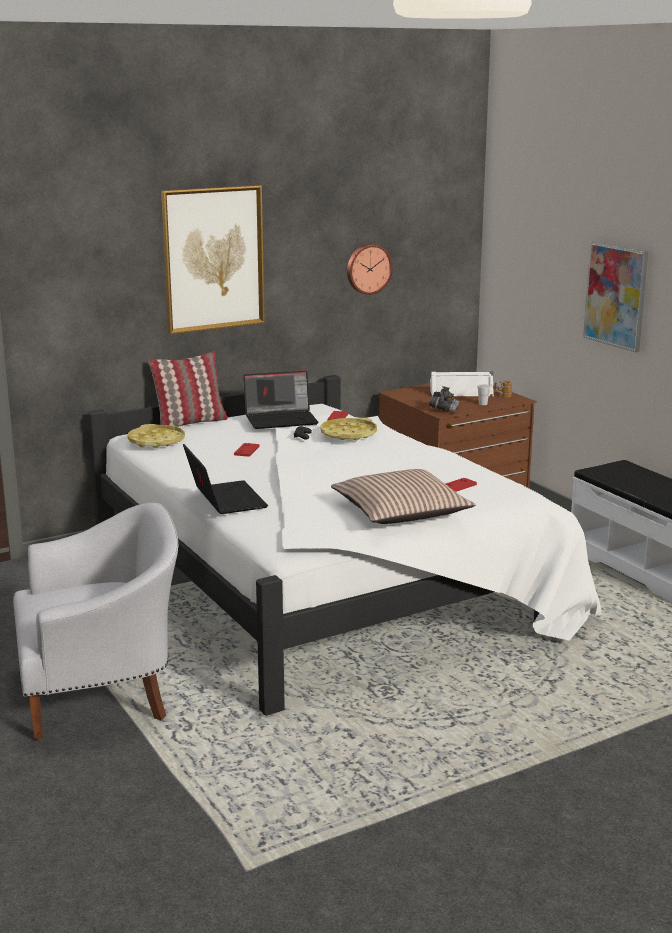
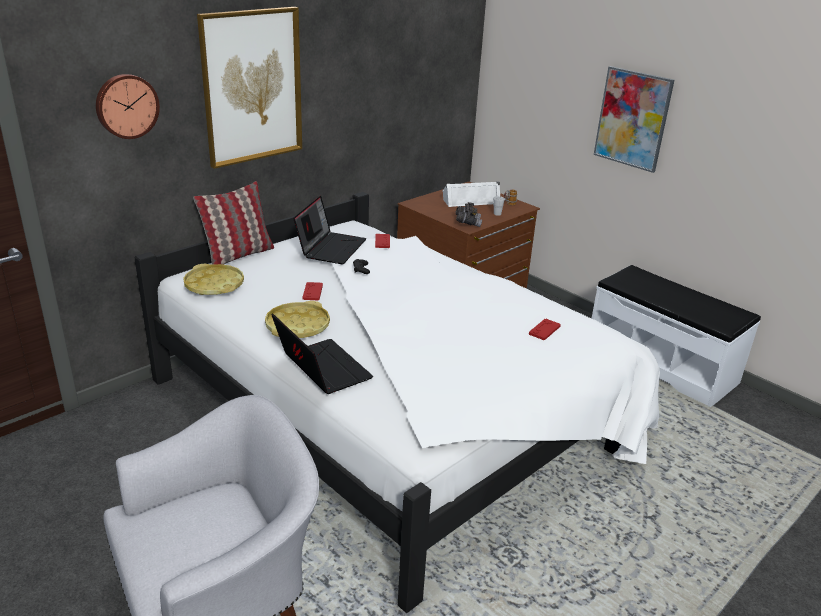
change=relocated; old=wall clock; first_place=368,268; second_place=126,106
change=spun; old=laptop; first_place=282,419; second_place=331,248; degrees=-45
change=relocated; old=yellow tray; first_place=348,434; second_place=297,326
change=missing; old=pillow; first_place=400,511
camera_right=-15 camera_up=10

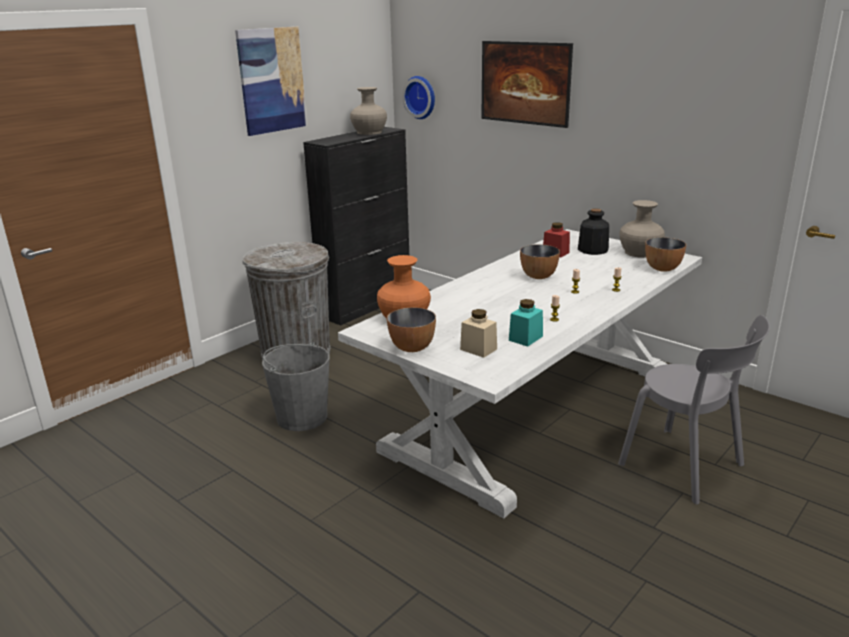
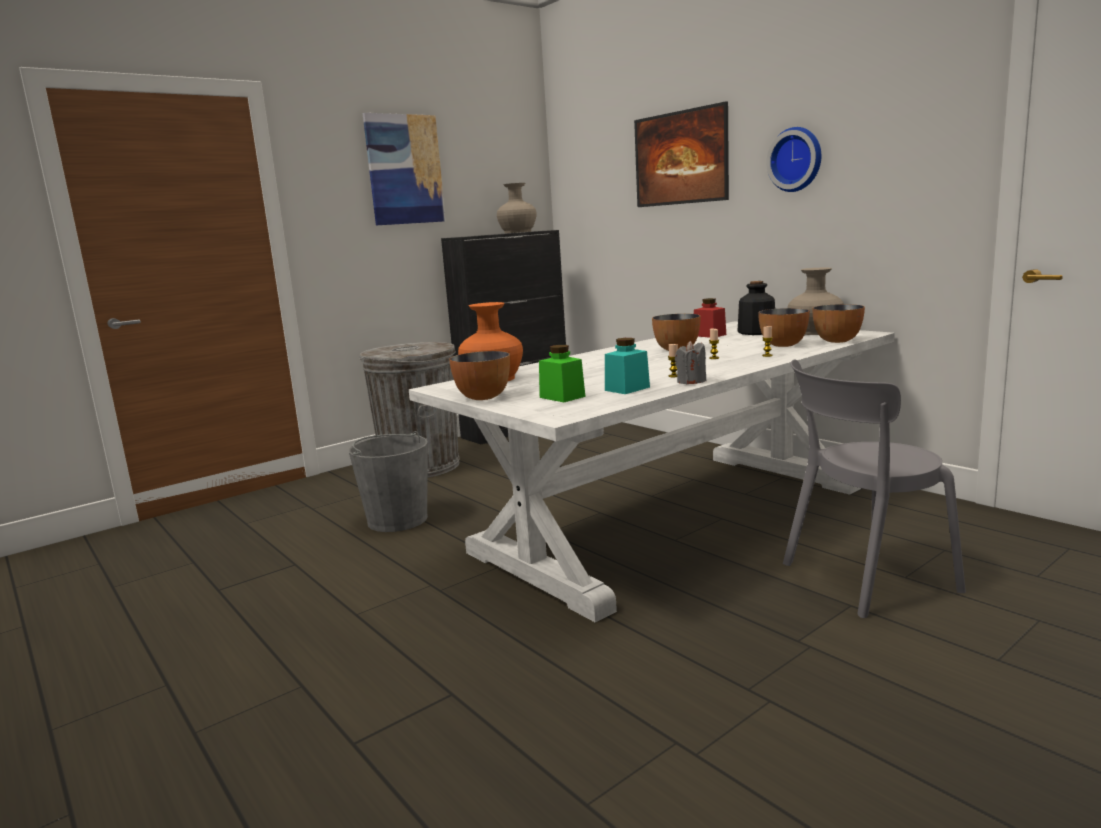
change=relocated; old=wall clock; first_place=421,97; second_place=796,159
change=colour; old=beige jar; new=green jar; first_place=478,349; second_place=562,397
change=spun; old=grey chair; first_place=686,467; second_place=862,578; degrees=105
change=appeared; new=bowl; second_place=783,345
change=appeared; new=grey candle; second_place=691,381
camera_right=10 camera_up=-10

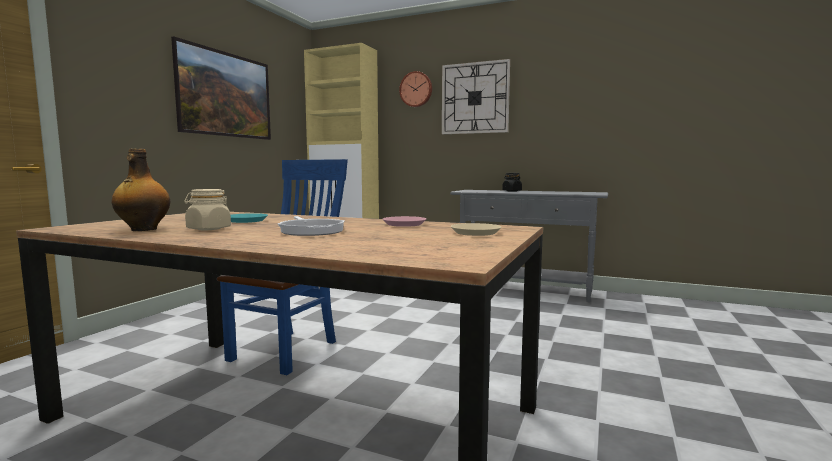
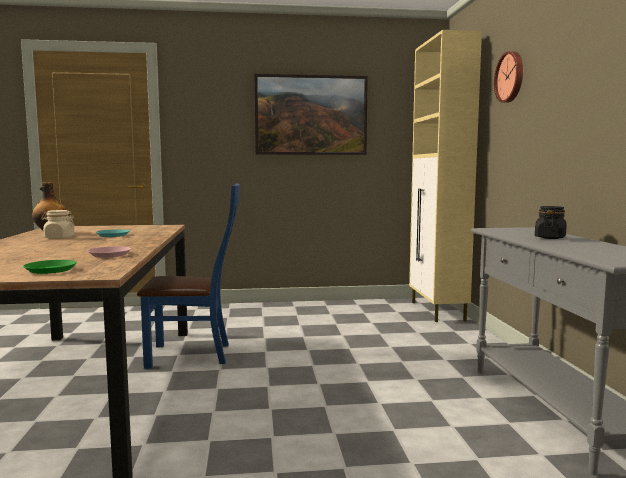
change=missing; old=wall clock; first_place=475,98
change=missing; old=frying pan; first_place=311,231
change=colour; old=beige plate; new=green plate; first_place=475,233; second_place=51,270
camera_right=60 camera_up=0

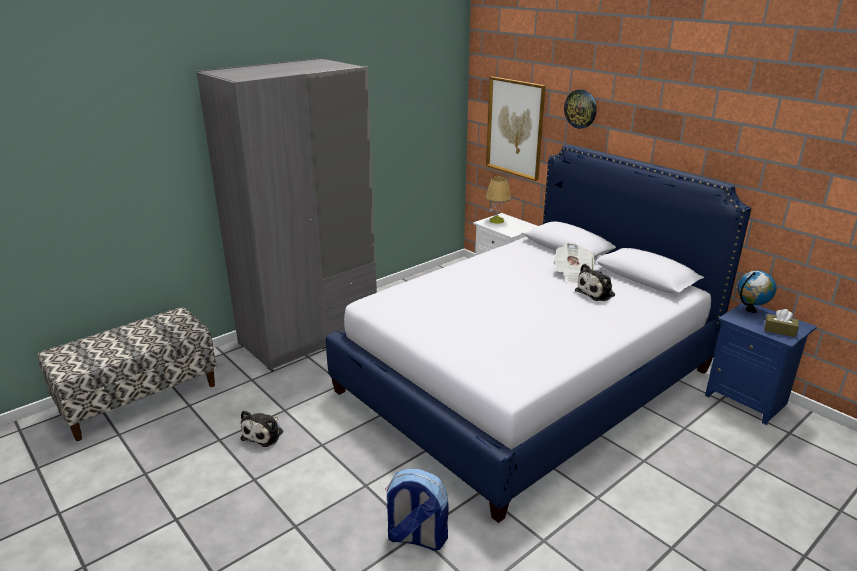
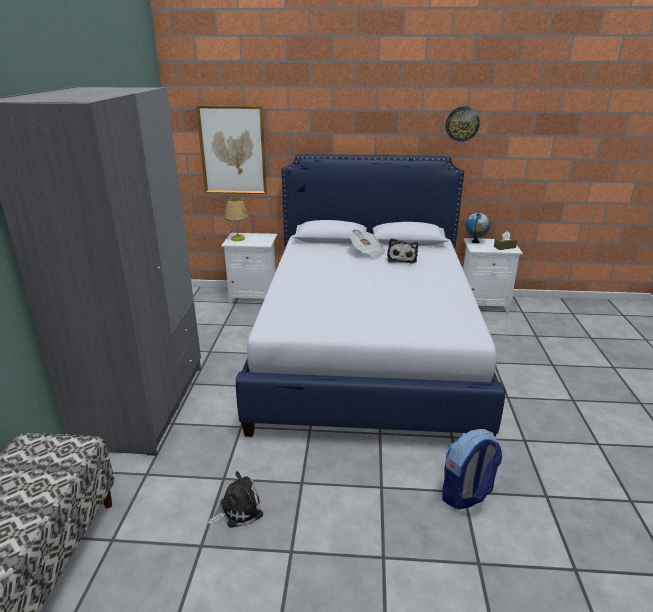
change=relocated; old=wall clock; first_place=580,109; second_place=462,124
change=colour; old=blue nightstand; new=white nightstand; first_place=747,399; second_place=483,304
change=spun; old=plush toy; first_place=264,434; second_place=238,509; degrees=-90
camera_right=-45 camera_up=0

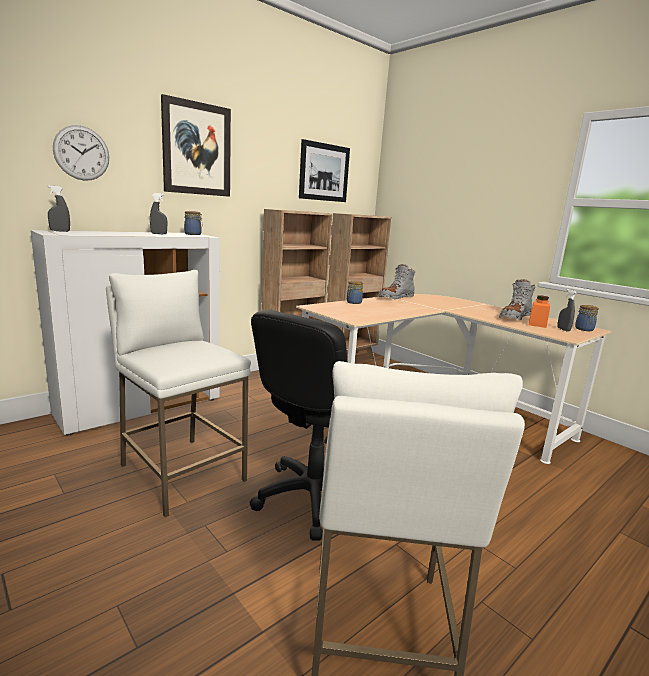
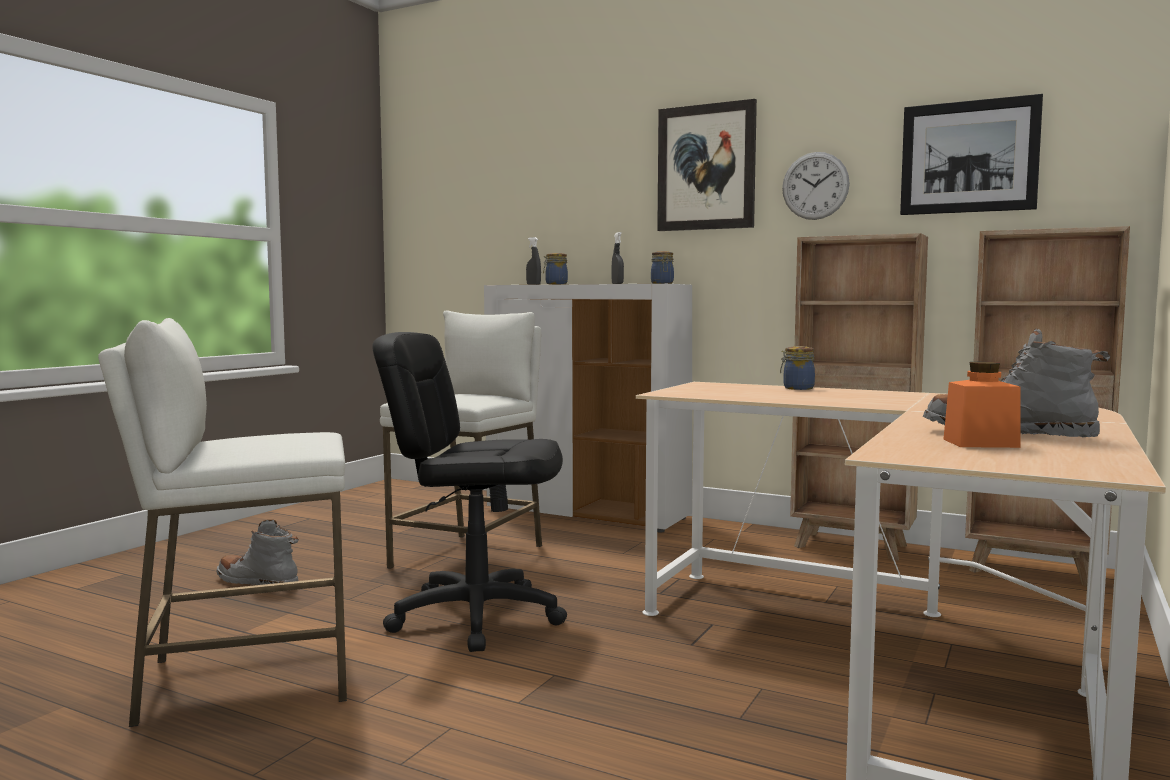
change=relocated; old=wall clock; first_place=81,153; second_place=815,186
change=relocated; old=grey boot; first_place=396,298; second_place=258,583
change=missing; old=grey spray bottle; first_place=563,330
change=relocated; old=jar; first_place=584,329; second_place=555,284
camera_right=70 camera_up=-10

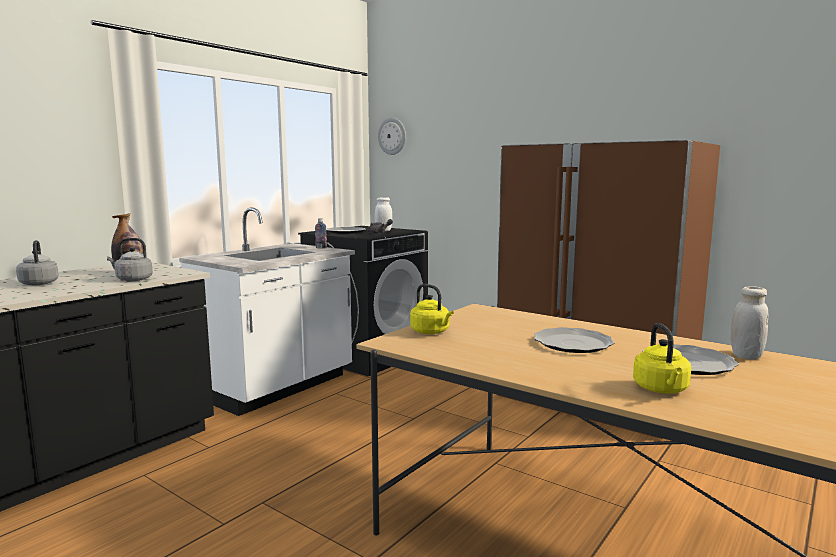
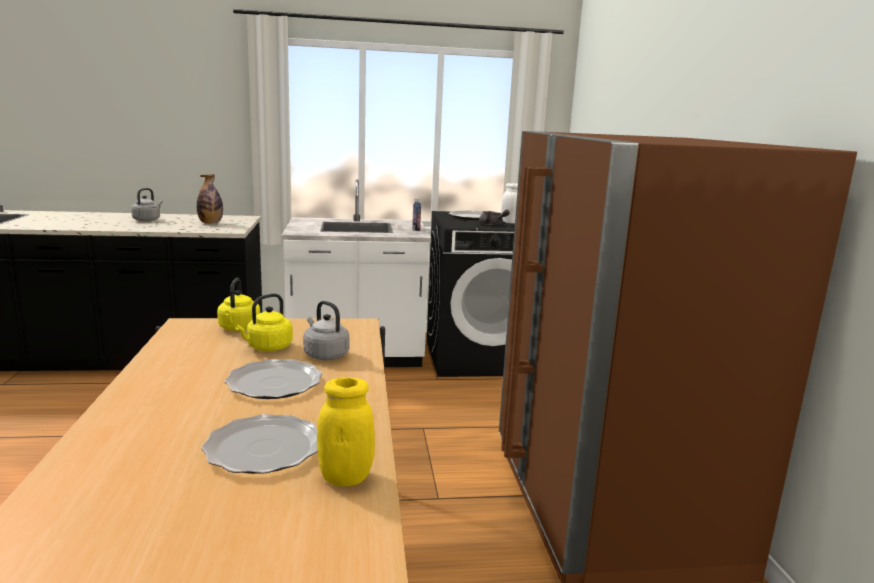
change=missing; old=wall clock; first_place=392,136
change=relocated; old=grey kettle; first_place=132,279; second_place=325,355
change=colour; old=white jar; new=yellow jar; first_place=746,356; second_place=345,477
change=relocated; old=yellow kettle; first_place=661,390; second_place=267,348
camera_right=45 camera_up=5

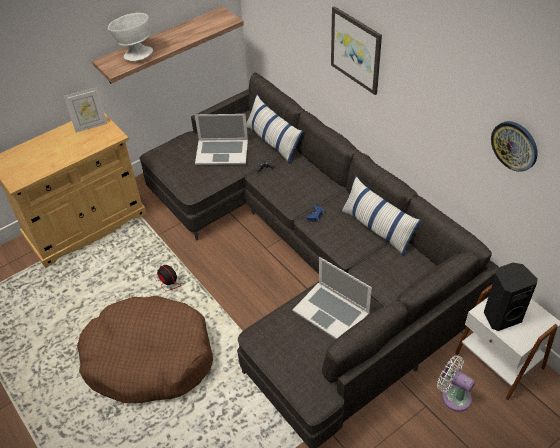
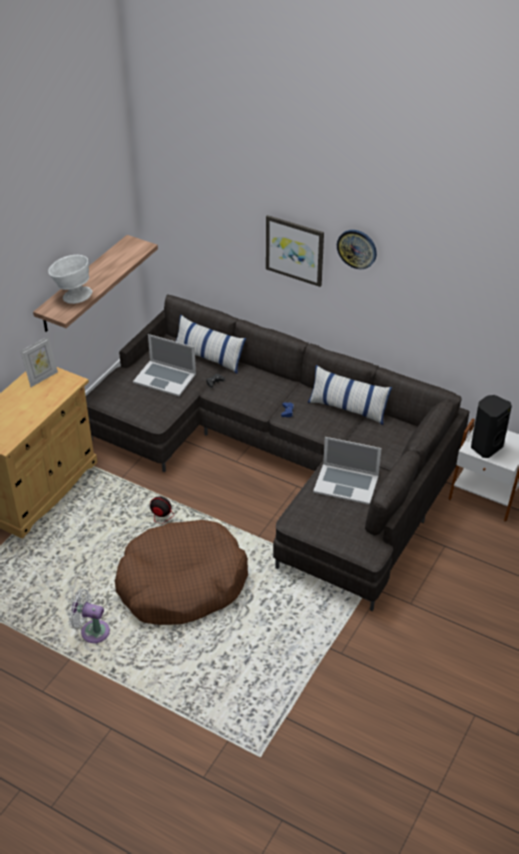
change=spun; old=laptop; first_place=222,151; second_place=165,378; degrees=45
change=relocated; old=wall clock; first_place=514,145; second_place=357,248
change=relocated; old=white fan; first_place=453,396; second_place=92,631
camera_right=-25 camera_up=-5

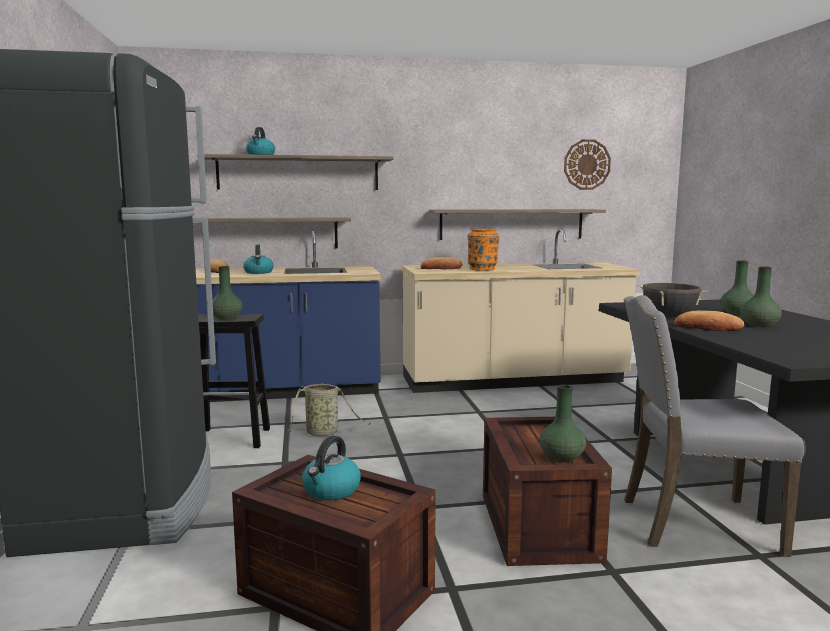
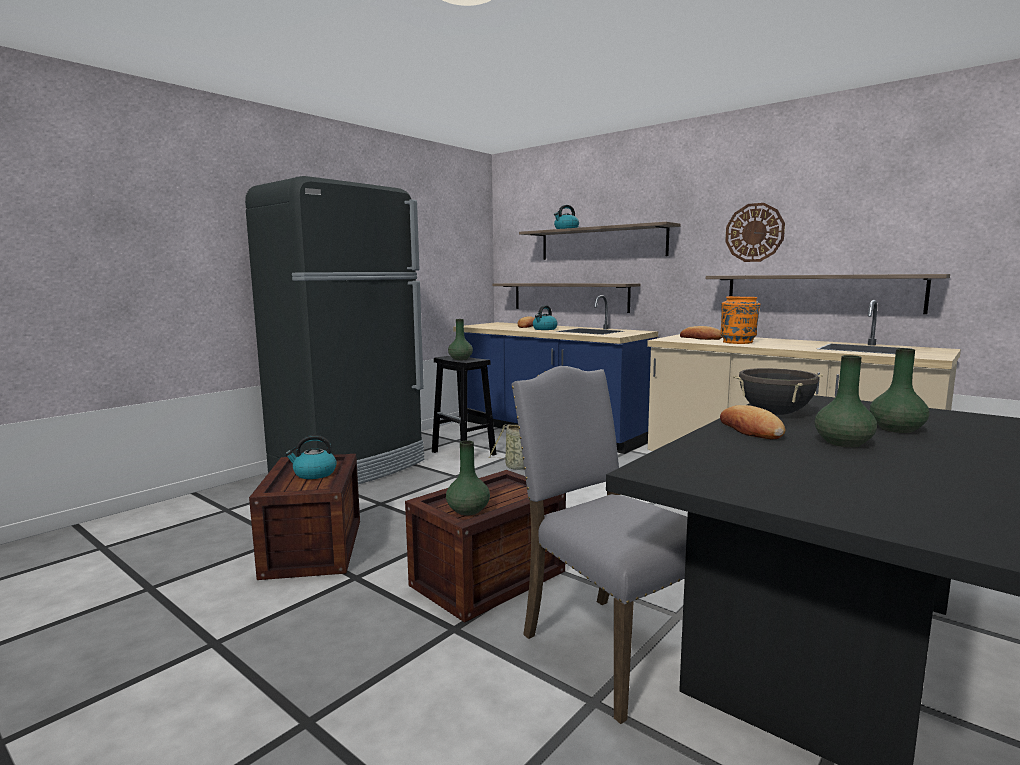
change=relocated; old=wall clock; first_place=586,164; second_place=754,232
camera_right=50 camera_up=0

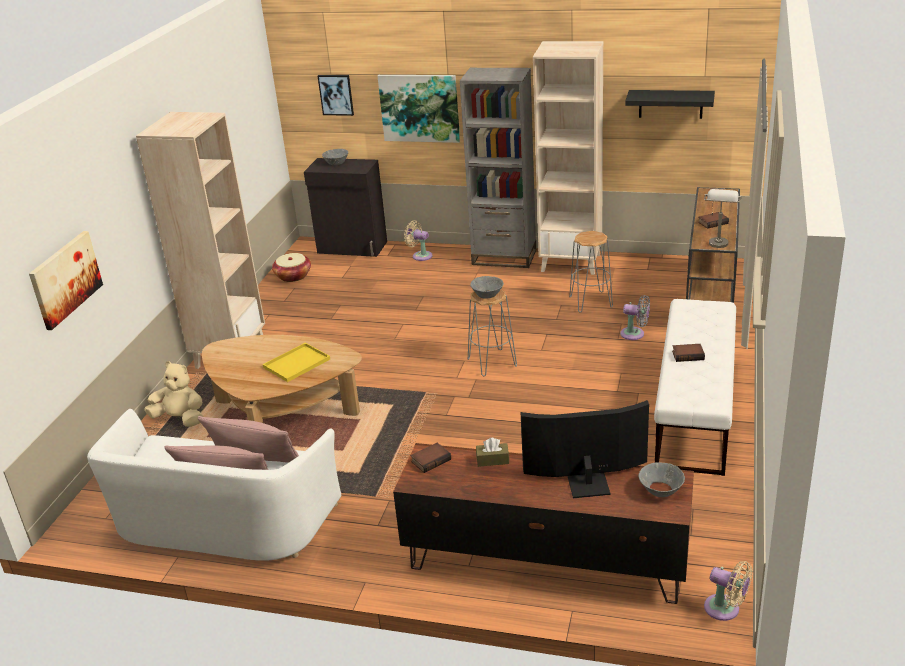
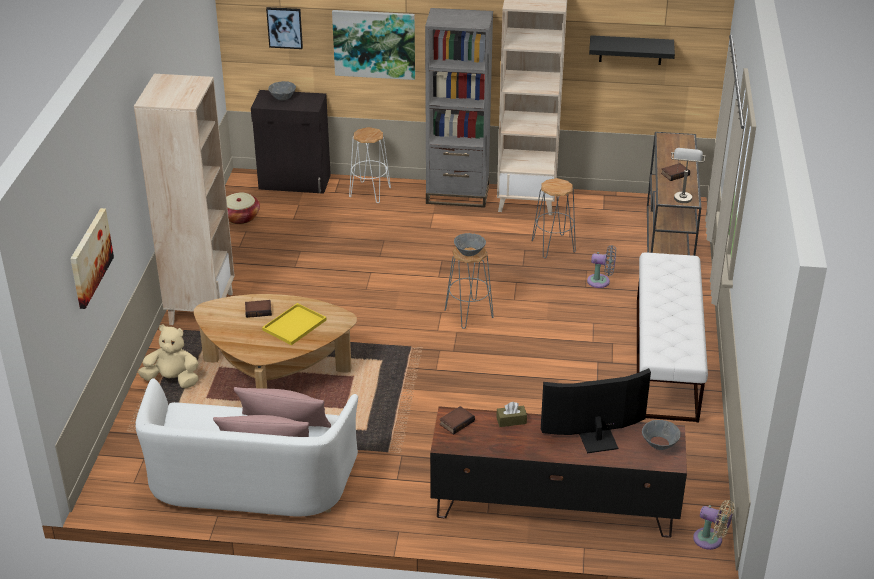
change=exchanged; old=beige fan; new=white stool; first_place=420,256; second_place=370,192
change=relocated; old=book; first_place=688,355; second_place=259,310
camera_right=-10 camera_up=5

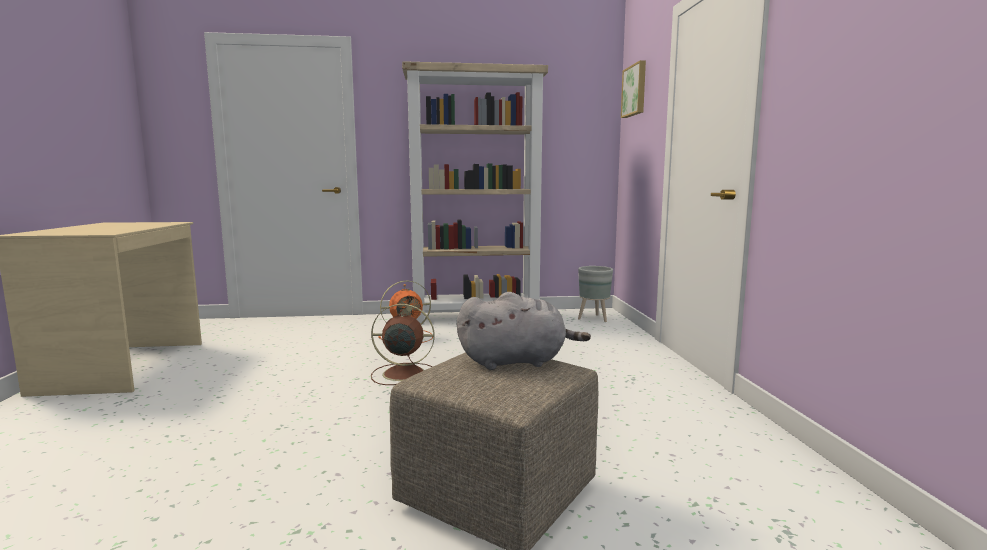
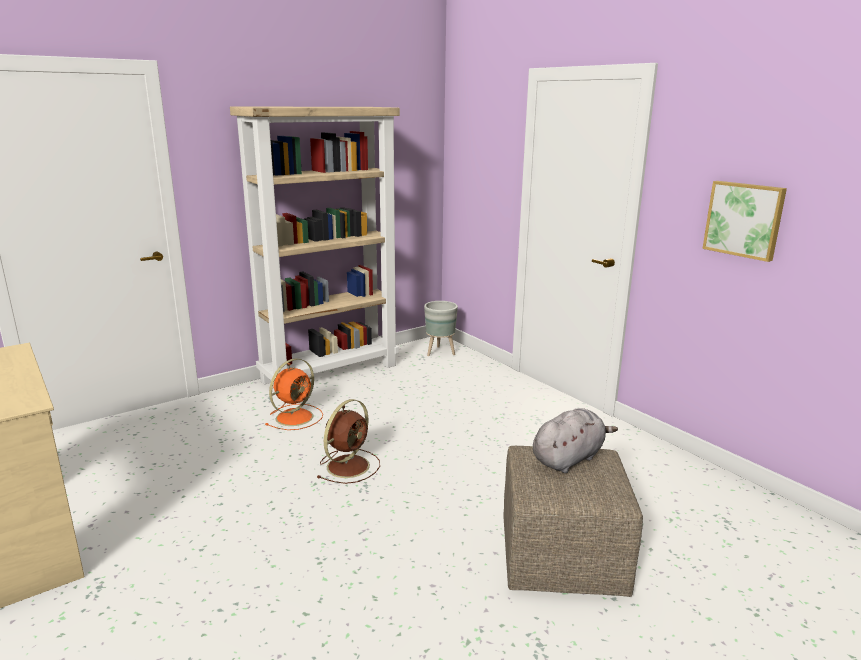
change=relocated; old=picture; first_place=635,90; second_place=744,219
change=spun; old=brown fan; first_place=402,373; second_place=349,465; degrees=150
camera_right=-30 camera_up=10

